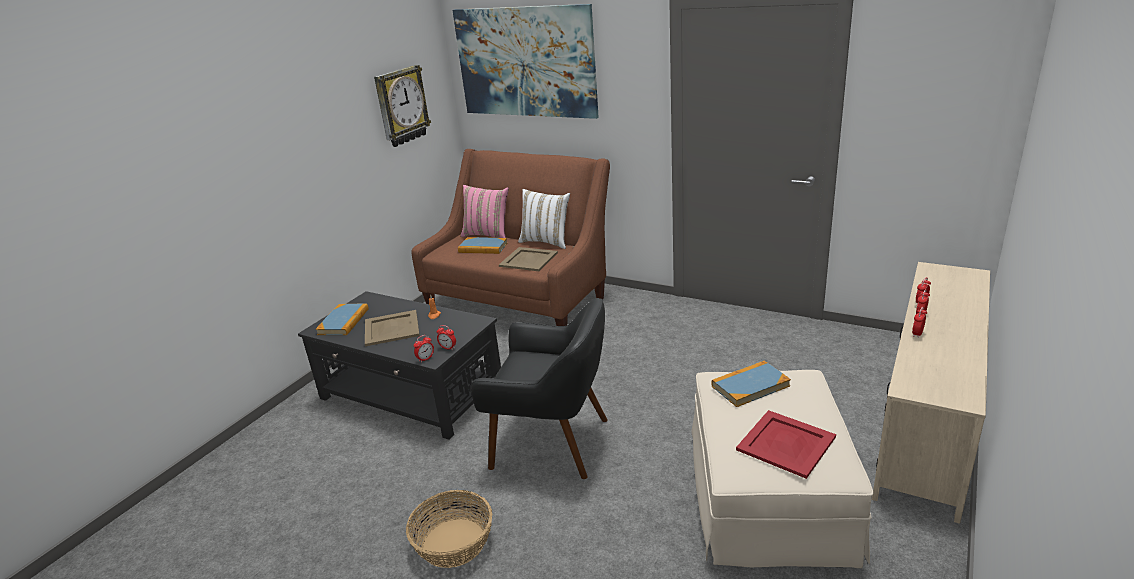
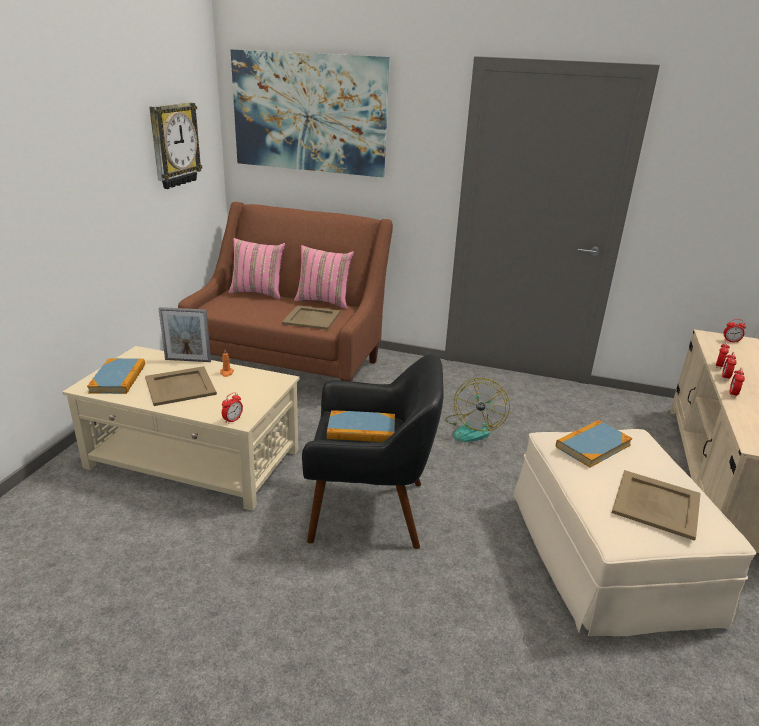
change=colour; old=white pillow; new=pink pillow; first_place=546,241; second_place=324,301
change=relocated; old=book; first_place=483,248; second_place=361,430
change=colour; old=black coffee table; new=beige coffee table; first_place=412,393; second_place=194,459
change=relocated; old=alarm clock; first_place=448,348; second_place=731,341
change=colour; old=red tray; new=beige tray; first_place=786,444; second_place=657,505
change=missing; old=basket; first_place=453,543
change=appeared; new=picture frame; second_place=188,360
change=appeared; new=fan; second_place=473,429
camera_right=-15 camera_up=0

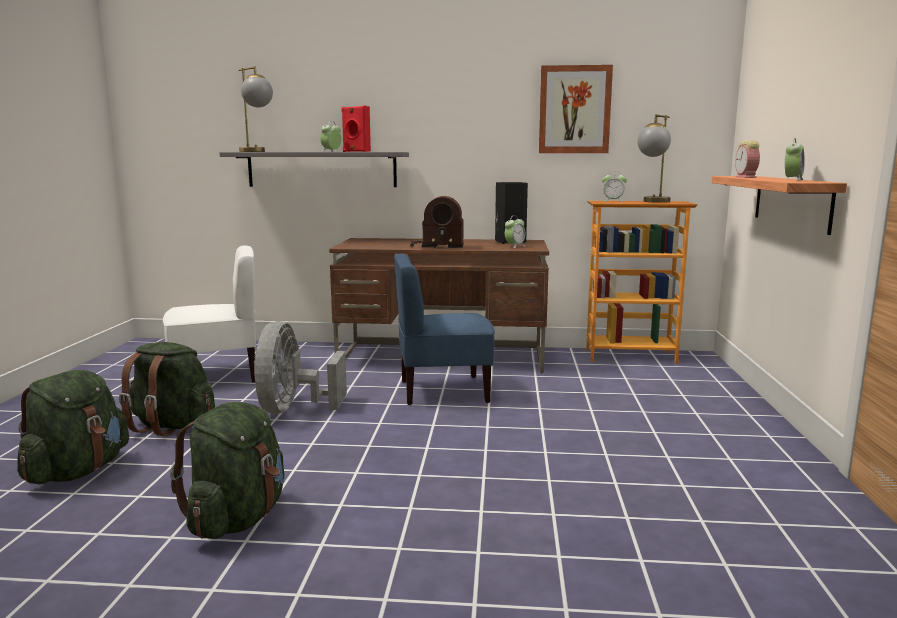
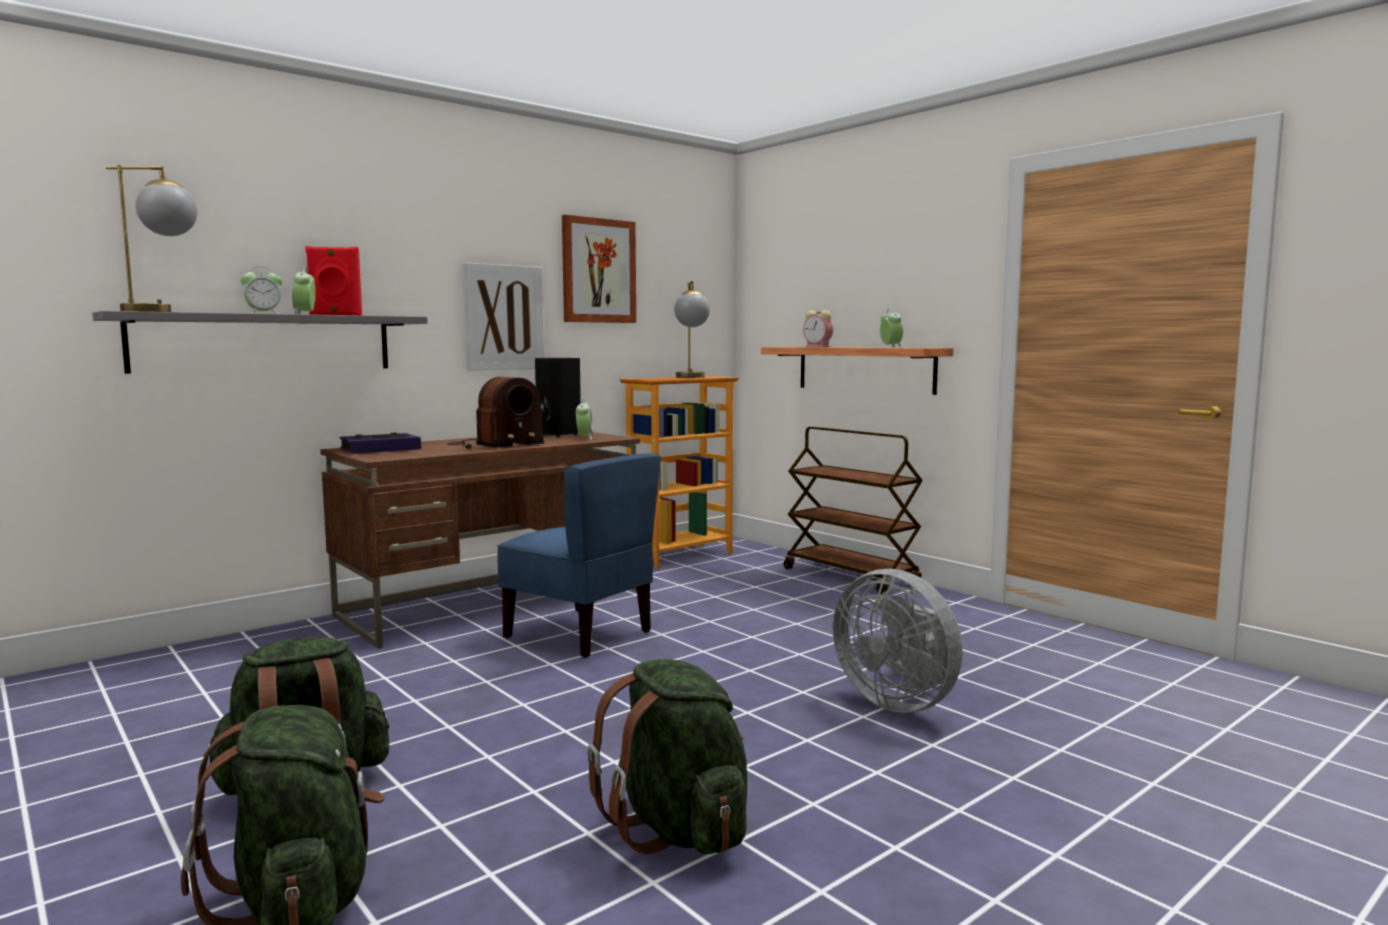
change=relocated; old=alarm clock; first_place=613,201; second_place=263,314
change=missing; old=white chair; first_place=217,376
change=spun; old=blue chair; first_place=443,391; second_place=580,634; degrees=-90
change=relocated; old=grey fan; first_place=293,409; second_place=899,701
change=appeared; new=picture; second_place=503,317
change=appeared; new=brown cart; second_place=851,576
change=appeared; new=book; second_place=380,449
camera_right=-45 camera_up=-5

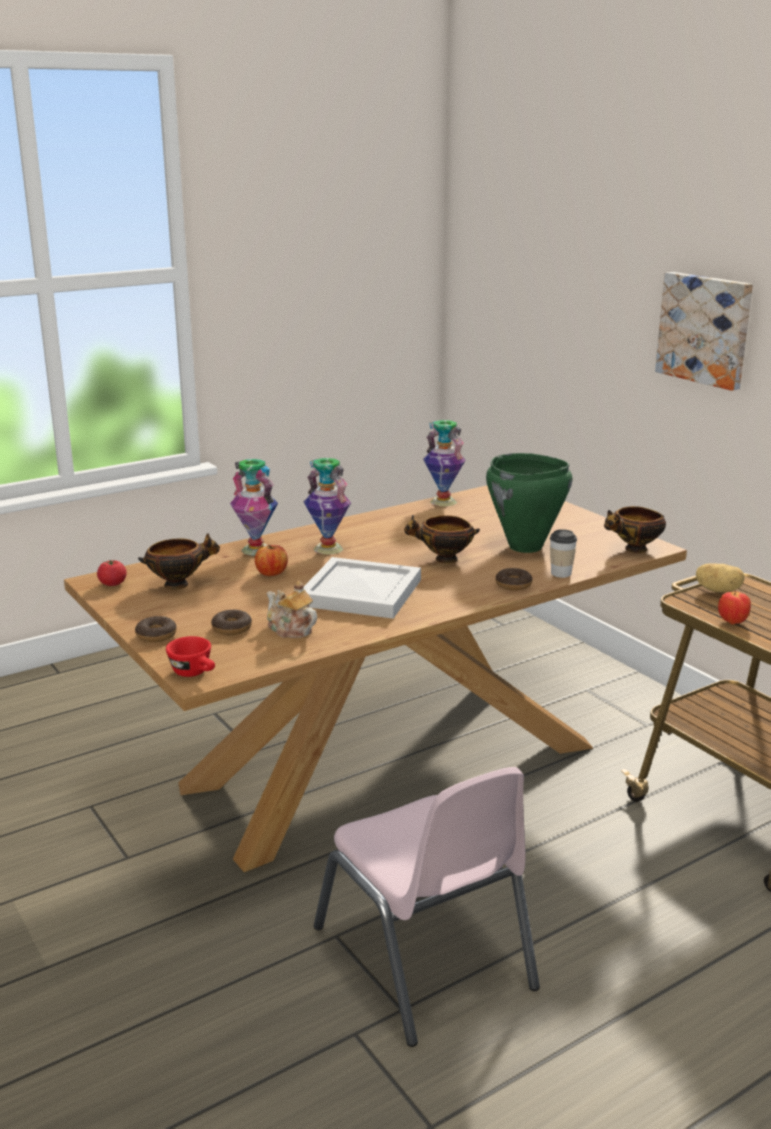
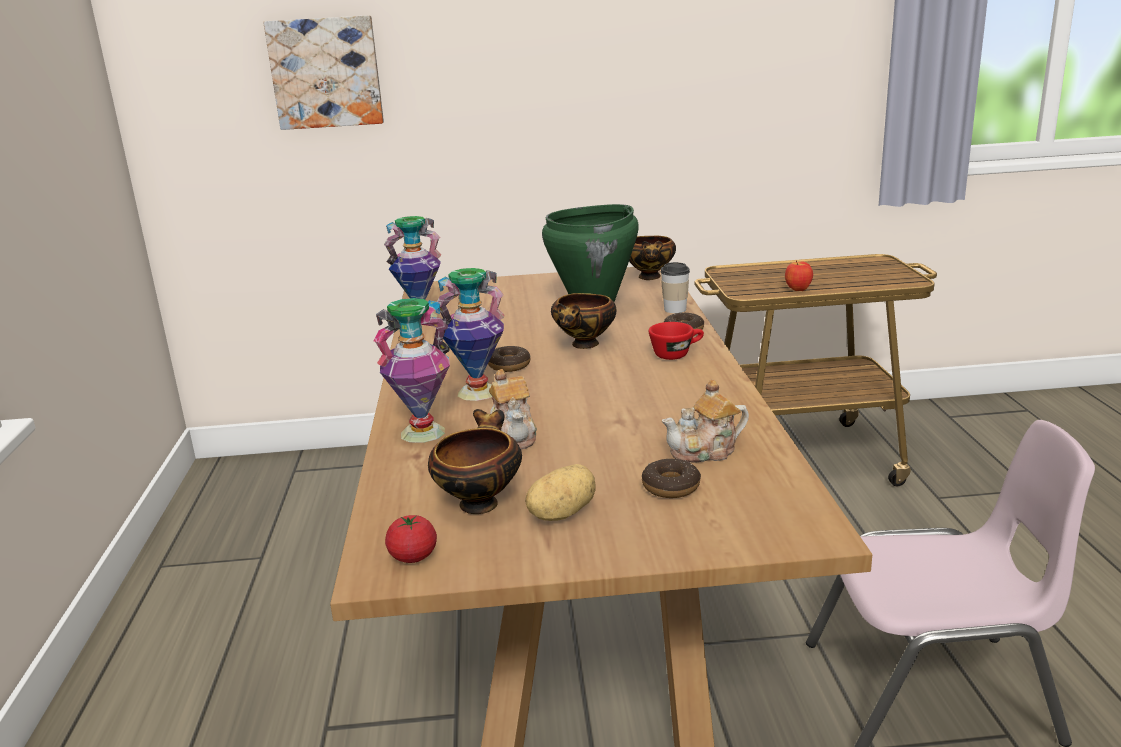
change=relocated; old=picture; first_place=706,329; second_place=326,72
change=exchanged; old=apple; new=teapot; first_place=271,573; second_place=514,435
change=missing; old=white tray; first_place=362,593
change=relocated; old=potato; first_place=718,590; second_place=561,513
change=relocated; old=donut; first_place=156,635; second_place=509,365
change=relocated; old=red cup; first_place=195,673; second_place=676,354
camera_right=-60 camera_up=0

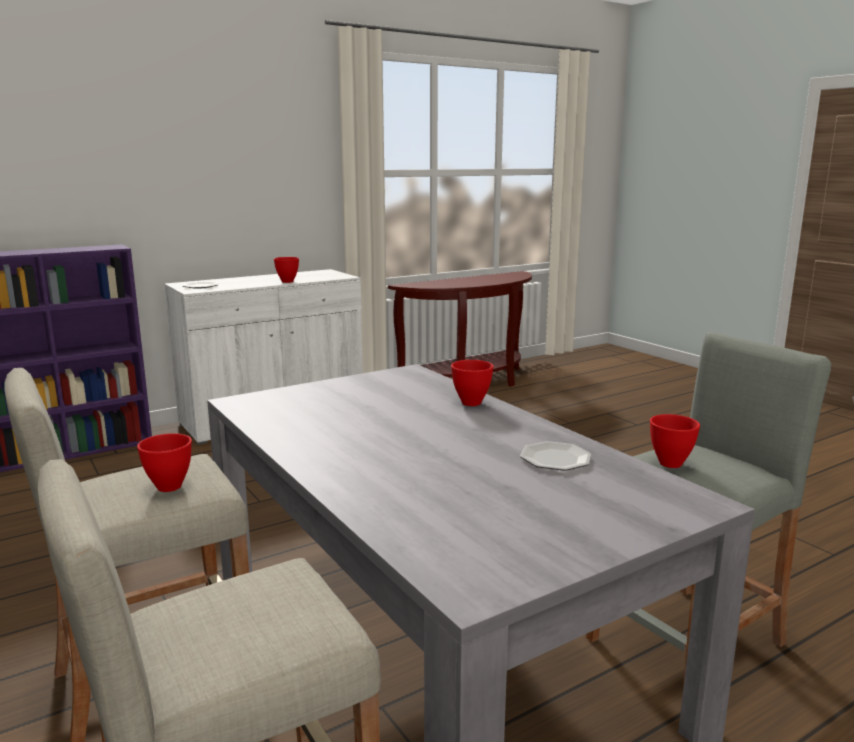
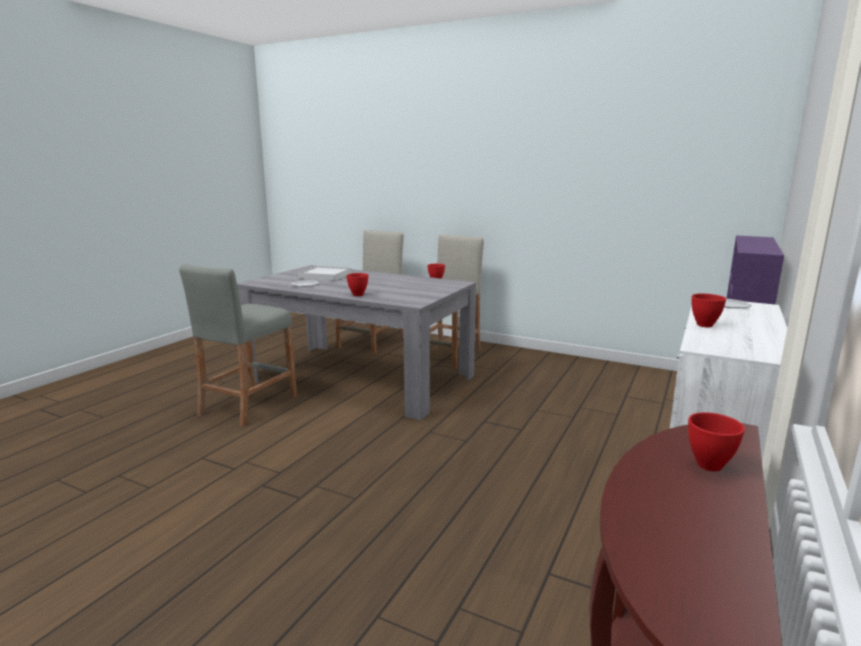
change=relocated; old=red bowl; first_place=671,463; second_place=708,466
change=appeared; new=white tray; second_place=325,276
camera_right=150 camera_up=0

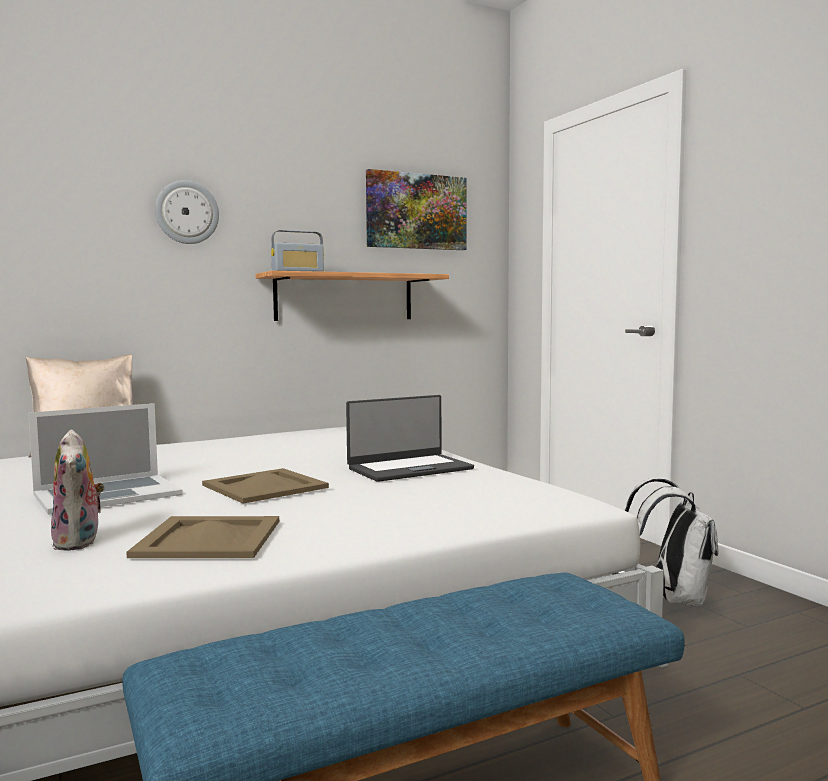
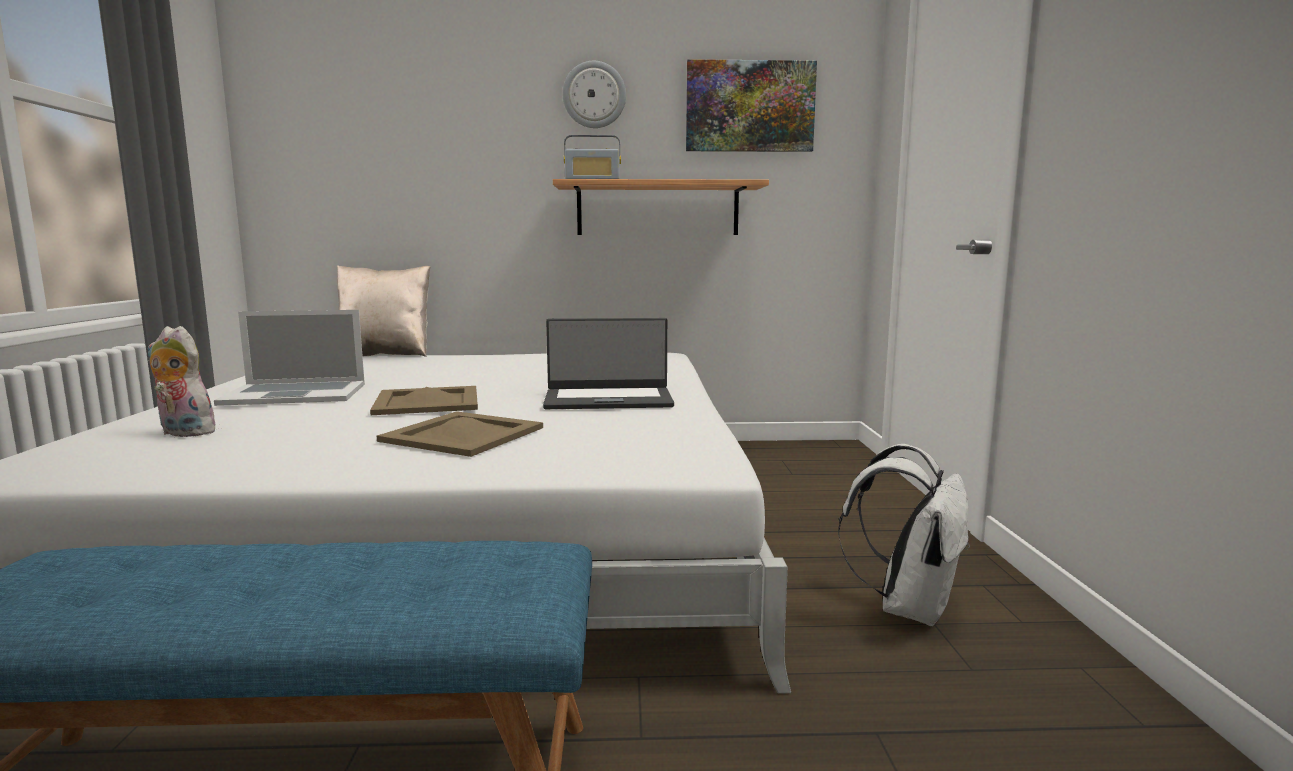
change=relocated; old=wall clock; first_place=187,212; second_place=594,95
change=spun; old=plush toy; first_place=80,542; second_place=183,433; degrees=105
change=relocated; old=beige tray; first_place=208,538; second_place=462,434
camera_right=25 camera_up=5

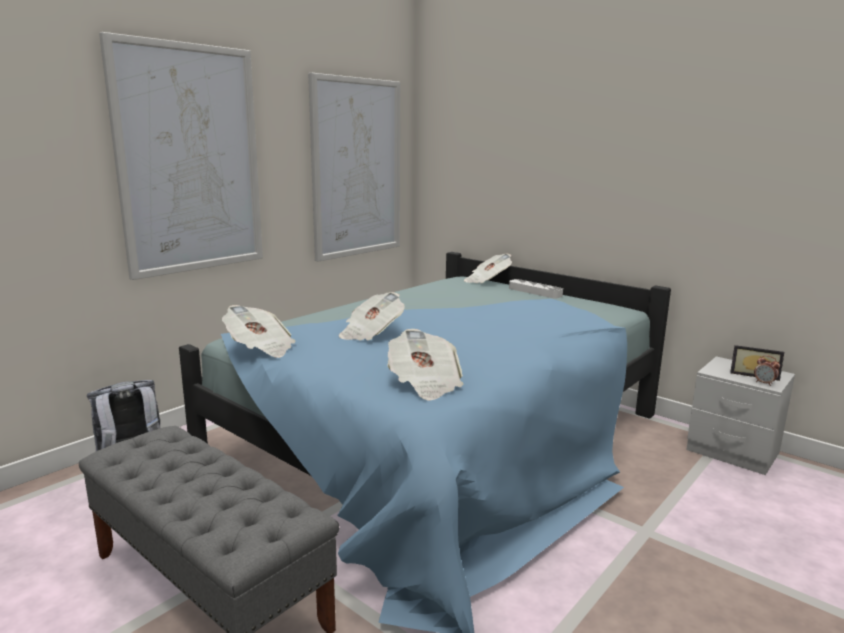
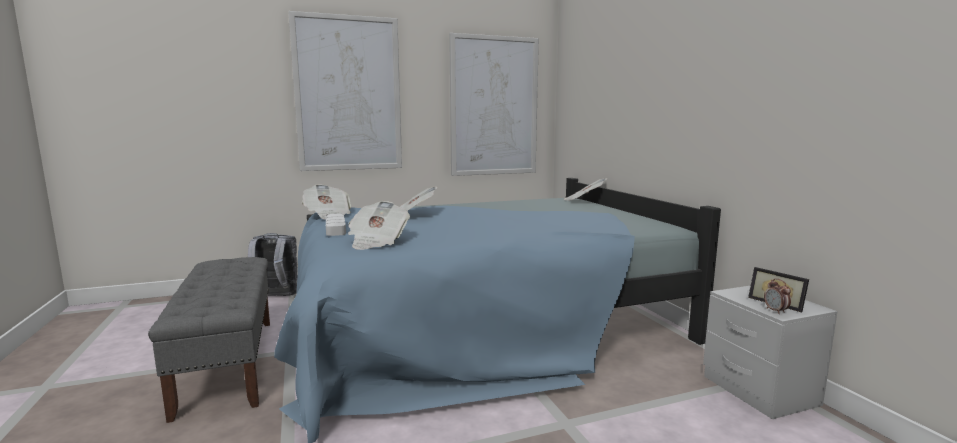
change=relocated; old=grey tray; first_place=535,292; second_place=335,228
camera_right=30 camera_up=-5

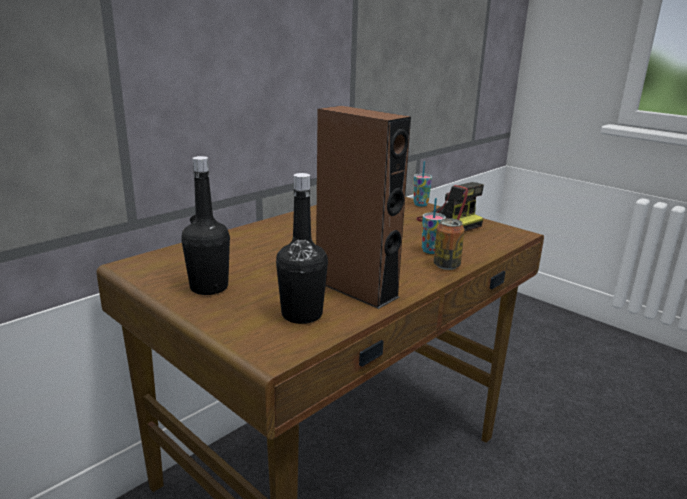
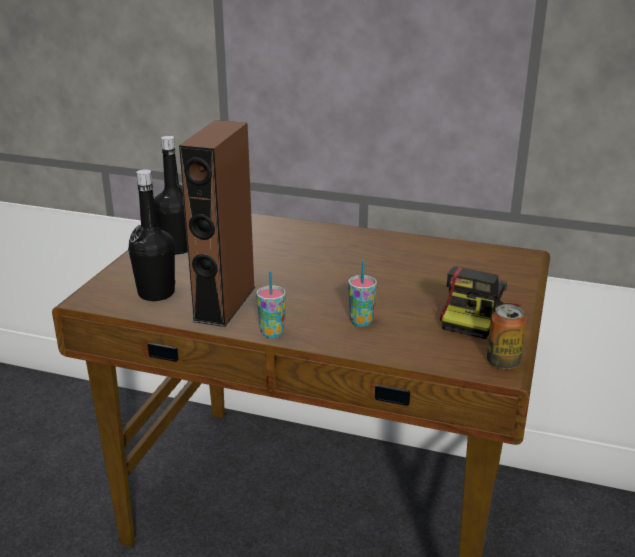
change=relocated; old=cup; first_place=420,204; second_place=272,333
change=relocated; old=can; first_place=446,265; second_place=503,362
camera_right=65 camera_up=5

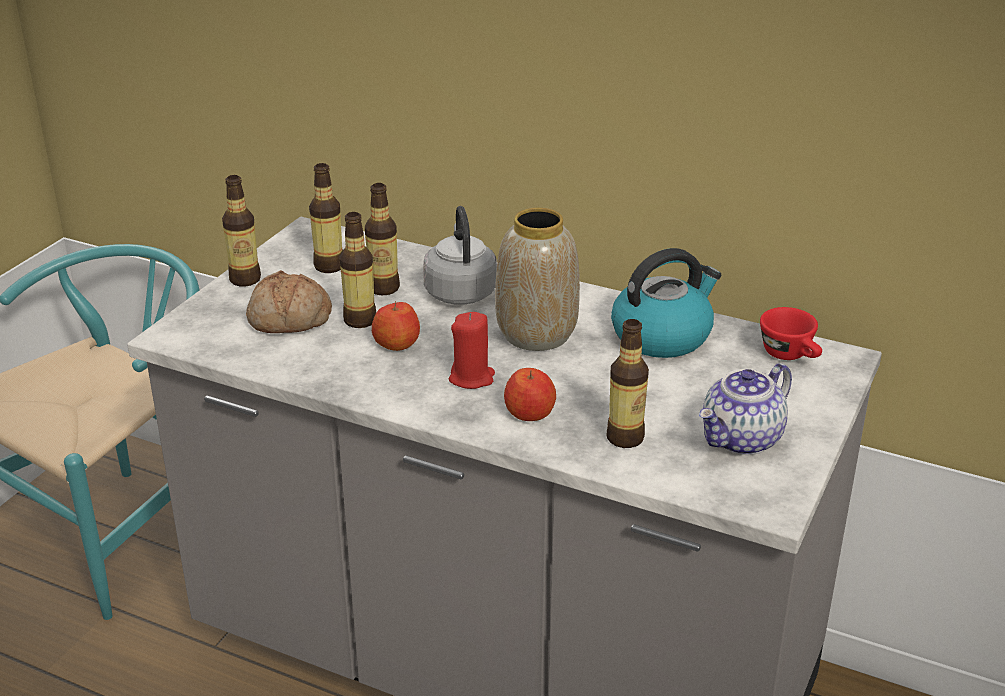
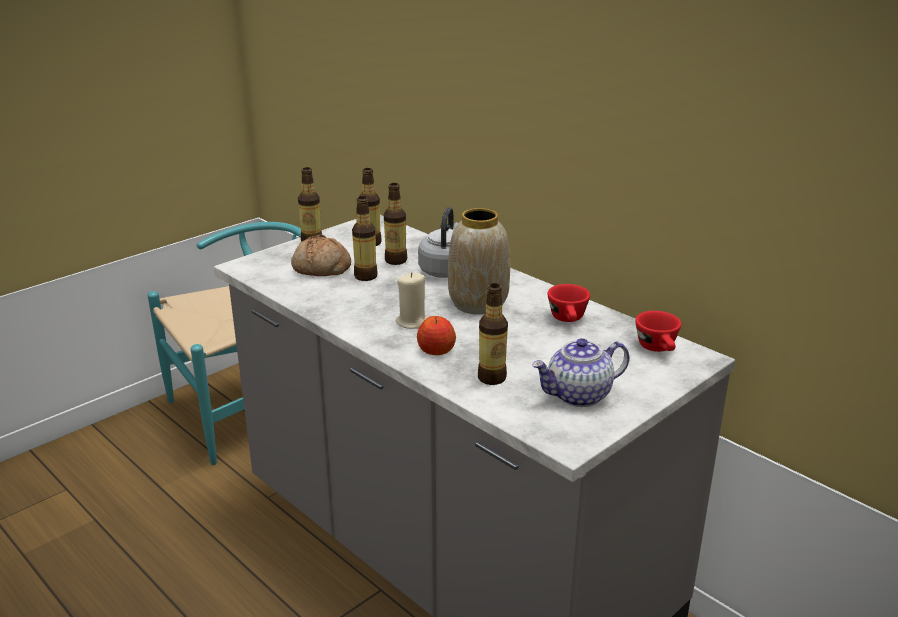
change=exchanged; old=kettle; new=red cup; first_place=662,335; second_place=568,320
change=missing; old=apple; first_place=396,343
change=colour; old=red candle; new=beige candle; first_place=472,378; second_place=413,322
camera_right=20 camera_up=-5

